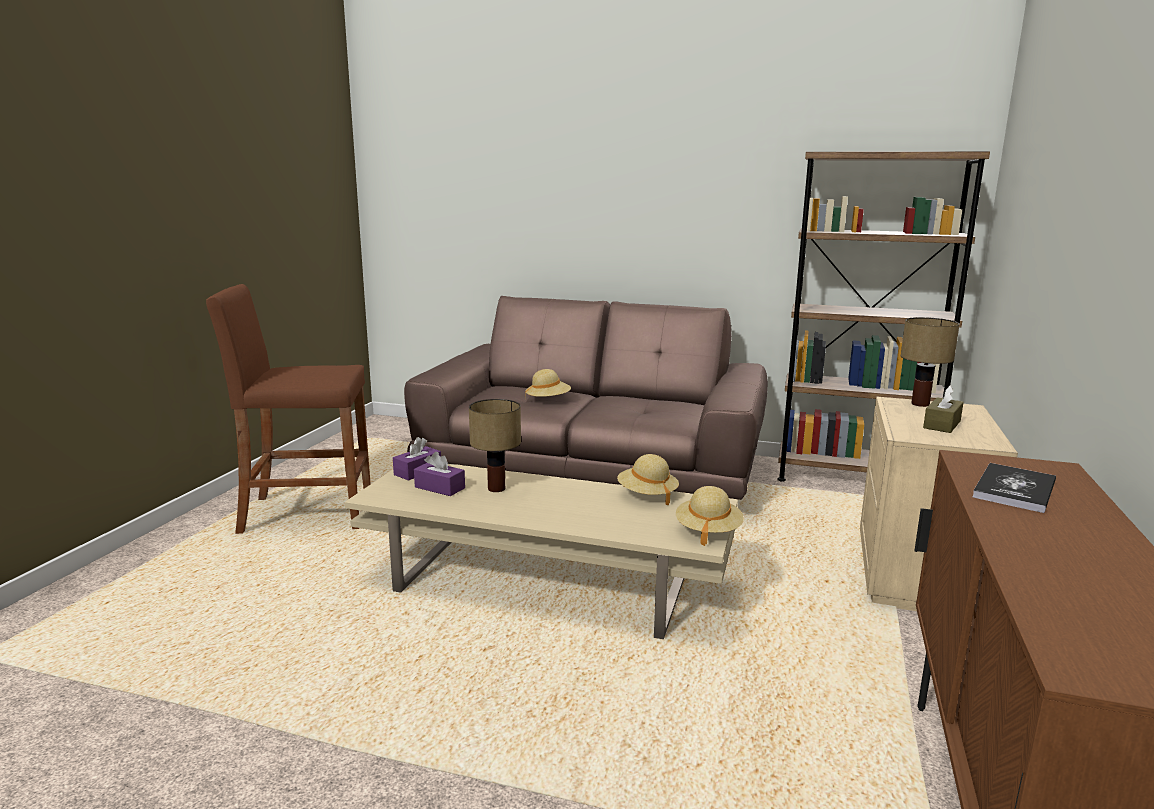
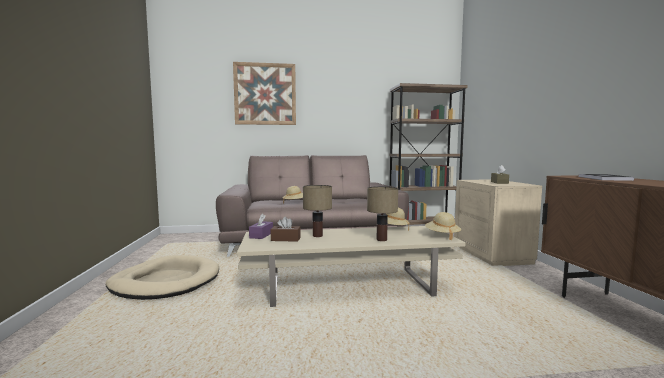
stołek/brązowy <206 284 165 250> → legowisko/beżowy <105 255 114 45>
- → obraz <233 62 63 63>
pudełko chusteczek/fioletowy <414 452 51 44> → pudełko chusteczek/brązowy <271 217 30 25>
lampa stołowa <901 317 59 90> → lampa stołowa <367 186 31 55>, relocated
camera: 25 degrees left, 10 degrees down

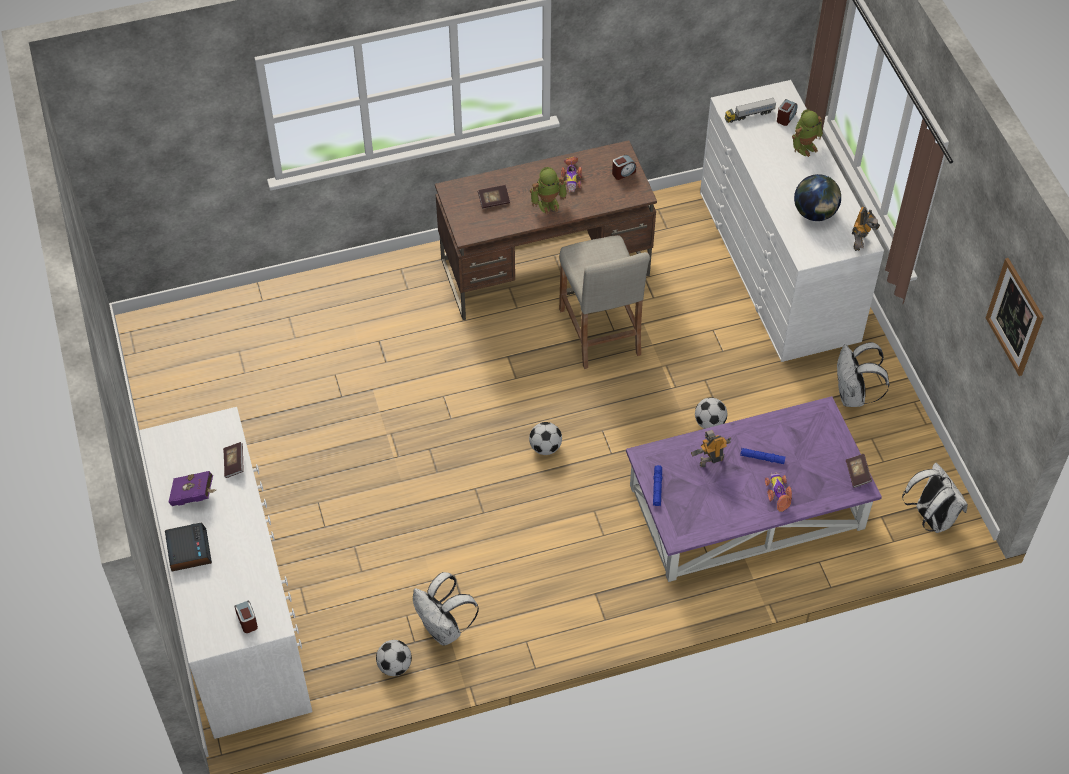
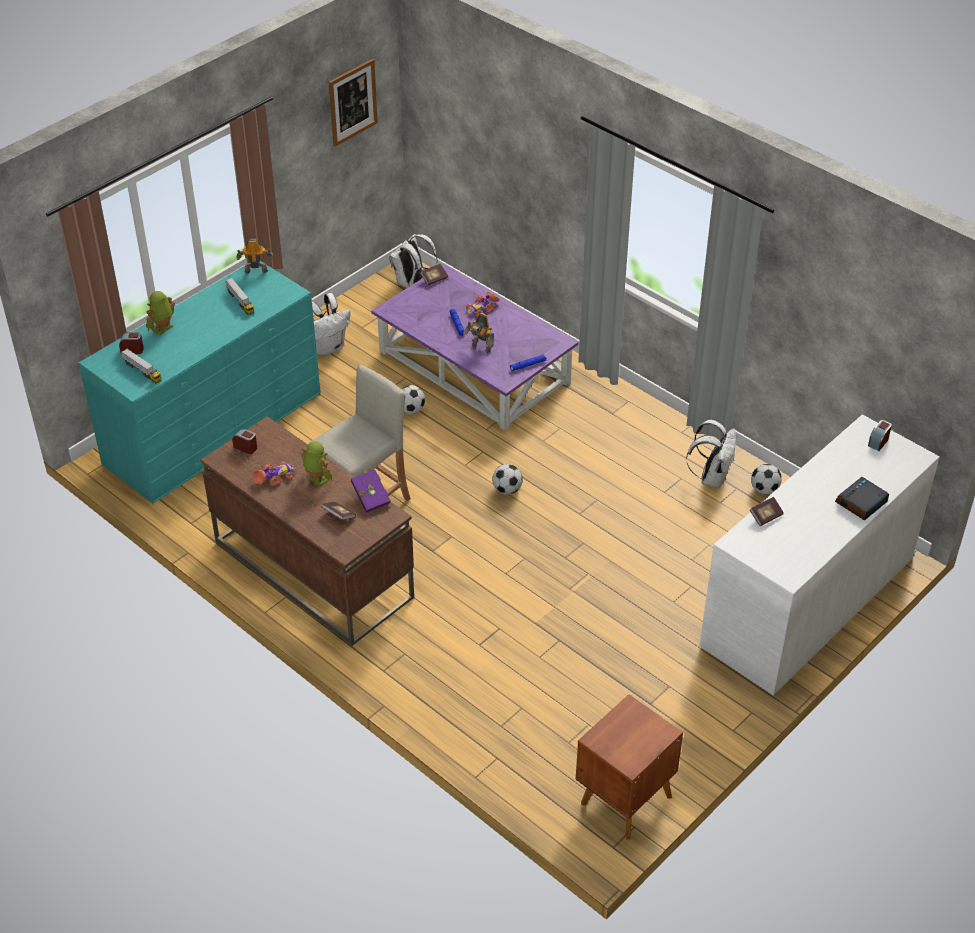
komoda/biały <700 80 184 282> → komoda/turkusowy <79 261 241 243>
robot zabawkowy <792 109 31 48> → robot zabawkowy <146 291 29 44>, 75 degrees counterclockwise
globus <794 174 47 47> → ciężarówka zabawkowa <225 278 29 37>
książka/fioletowy <169 471 47 35> → książka/fioletowy <351 469 40 44>, relocated
- → szafka nocna/brązowy <575 694 108 146>
camera: 120 degrees left, 10 degrees down

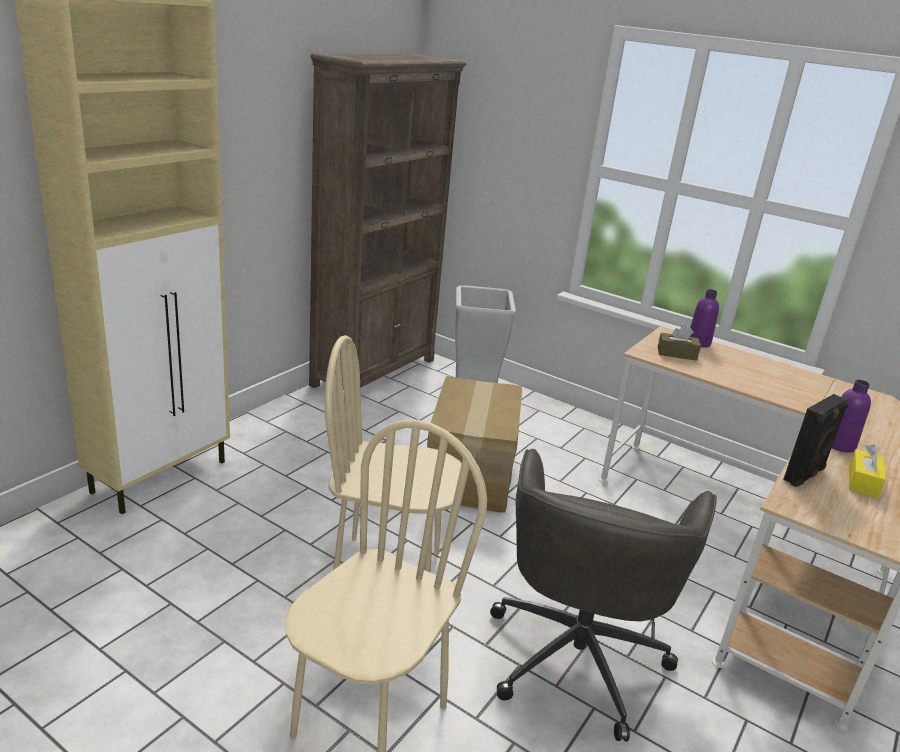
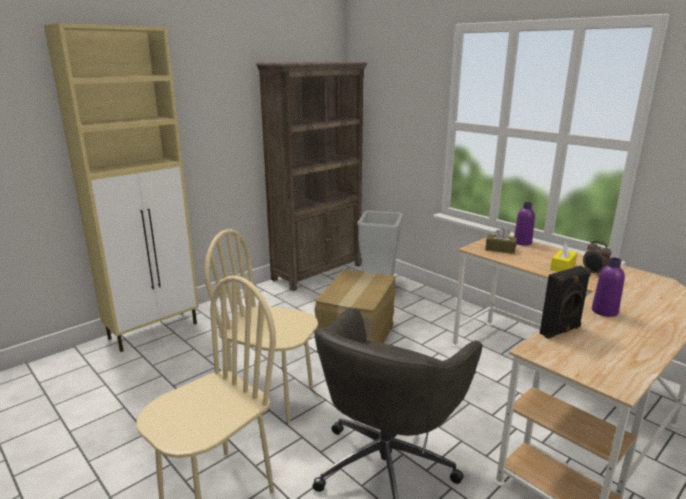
pudełko chusteczek/żółty <849 444 37 54> → pudełko chusteczek/żółty <550 243 27 29>, relocated
- → budzik <583 241 28 36>
camera: 15 degrees right, 5 degrees down

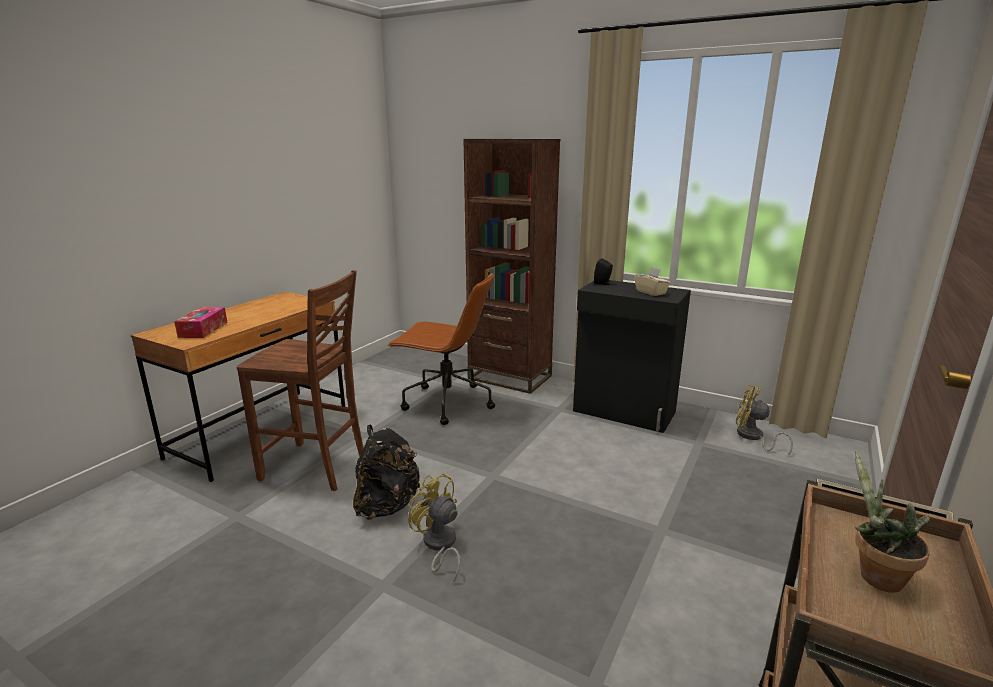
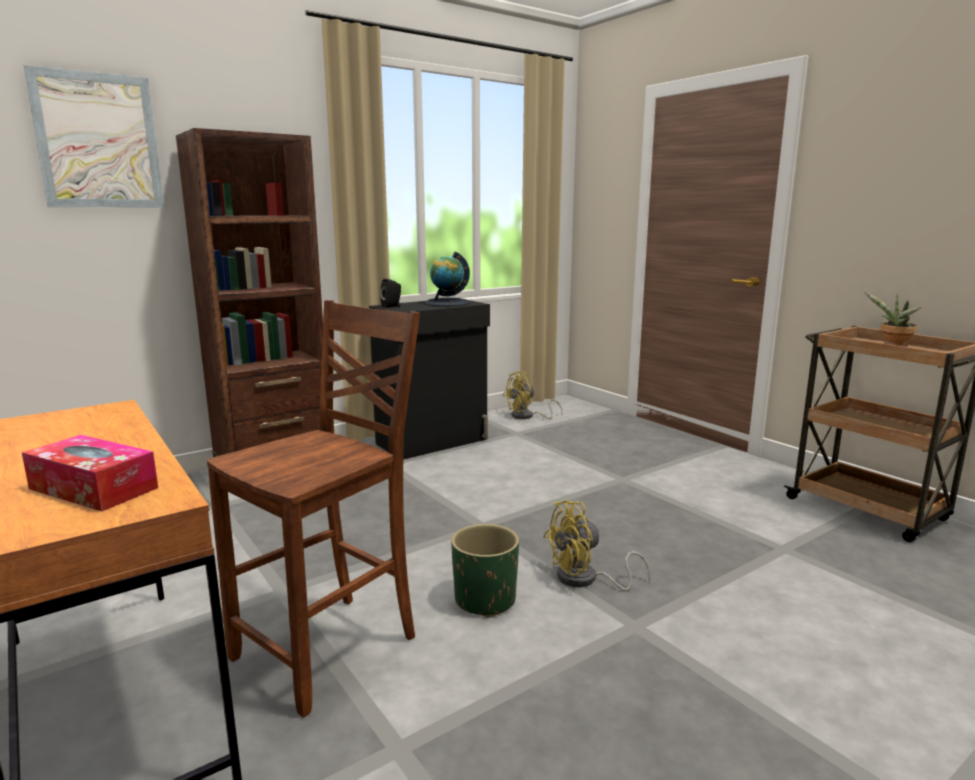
- → obraz <24 65 140 143>
pudełko chusteczek/beżowy <634 267 36 29> → globus <424 252 46 55>
plecak/czarny <353 424 68 96> → donica/zielony <451 524 68 94>
krzesło biurowe/brązowy <388 272 107 153> → -
camera: 65 degrees left, 5 degrees down

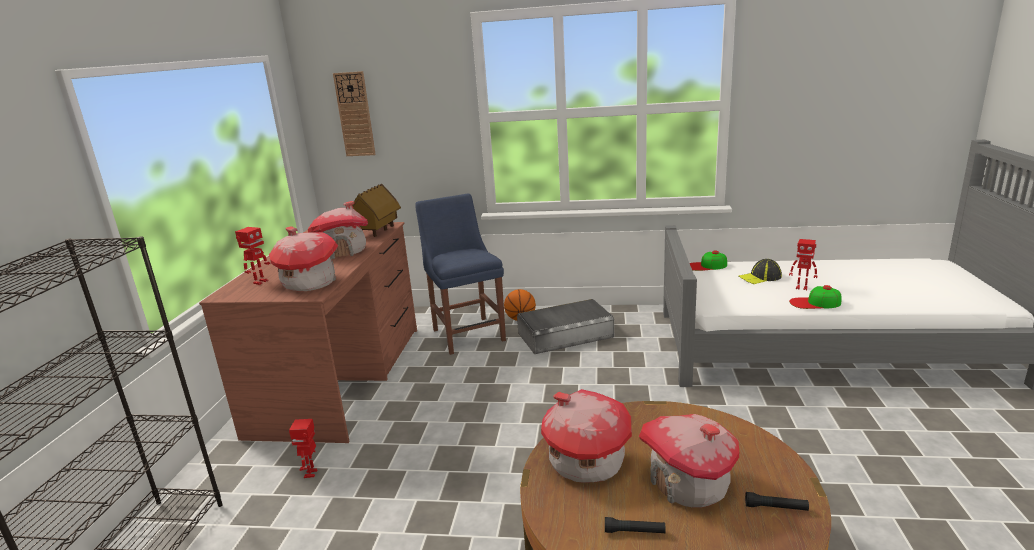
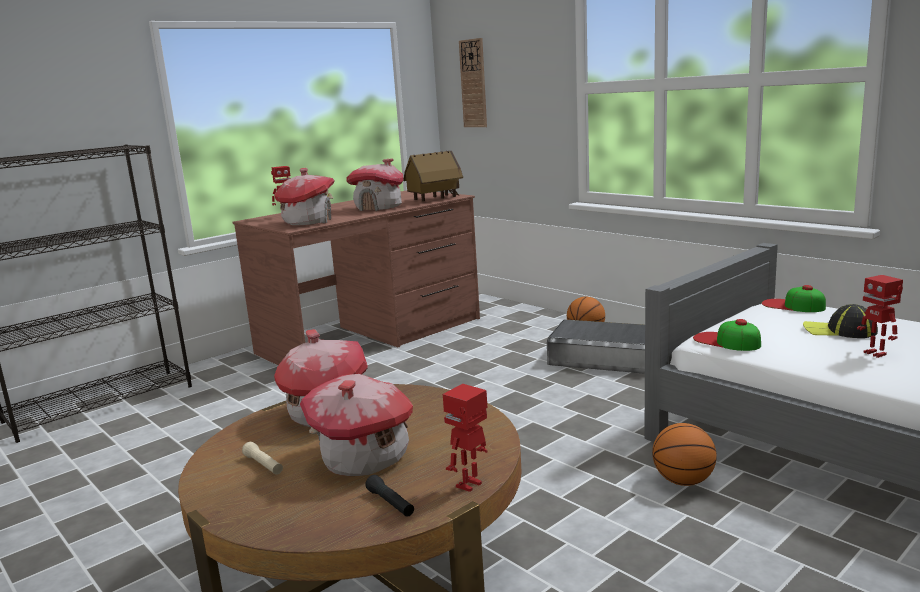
latarka/czarny <605 517 61 17> → latarka/beżowy <242 442 41 33>
robot zabawkowy <289 419 28 59> → robot zabawkowy <443 384 44 108>, relocated
- → piłka do koszykówki <652 423 65 63>
czapka z daszkiem <789 285 52 24> → czapka z daszkiem <693 319 68 32>, relocated
krzesło/niebieski <415 194 91 161> → -
camera: 40 degrees right, 5 degrees down

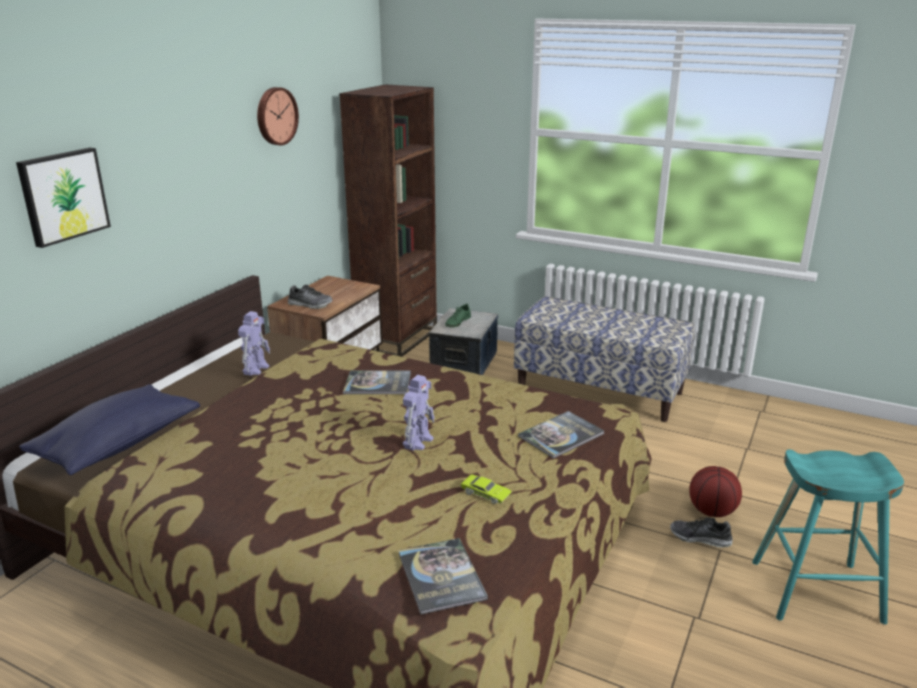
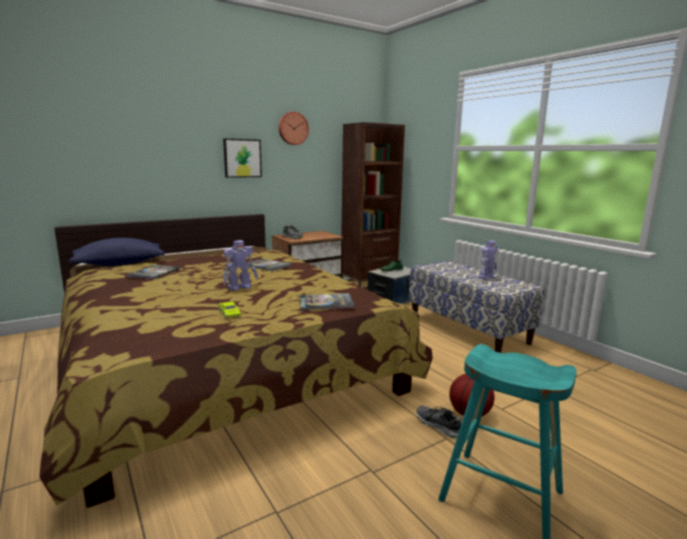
książka <398 538 90 76> → książka <126 265 54 14>, relocated
obraz <16 148 95 100> → obraz <223 139 39 39>, relocated
robot zabawkowy <238 311 32 65> → robot zabawkowy <478 241 20 39>, relocated
camera: 30 degrees right, 10 degrees down

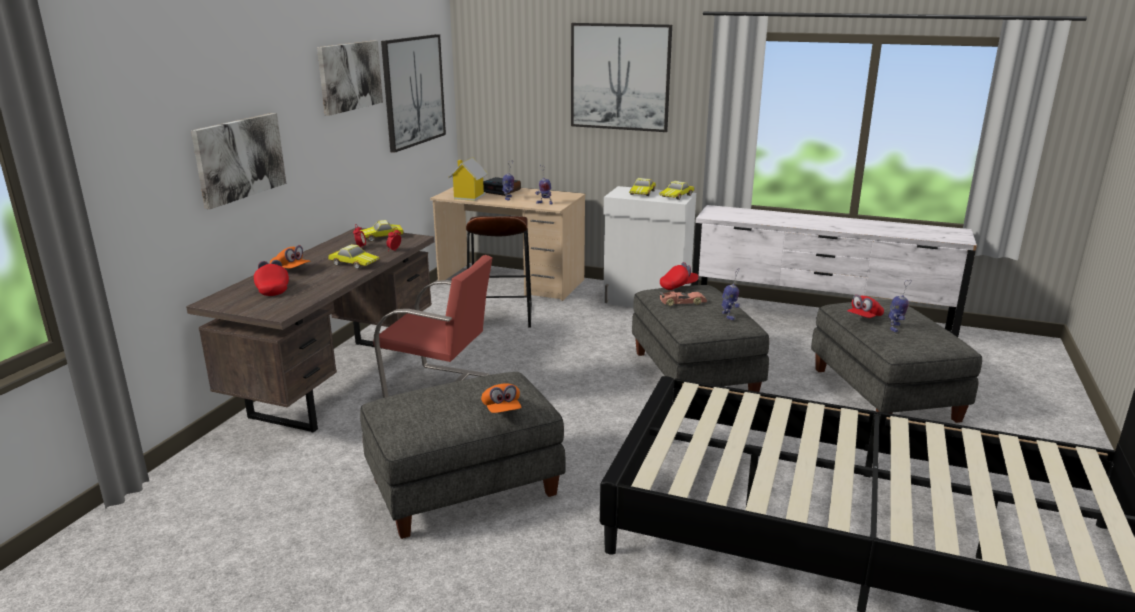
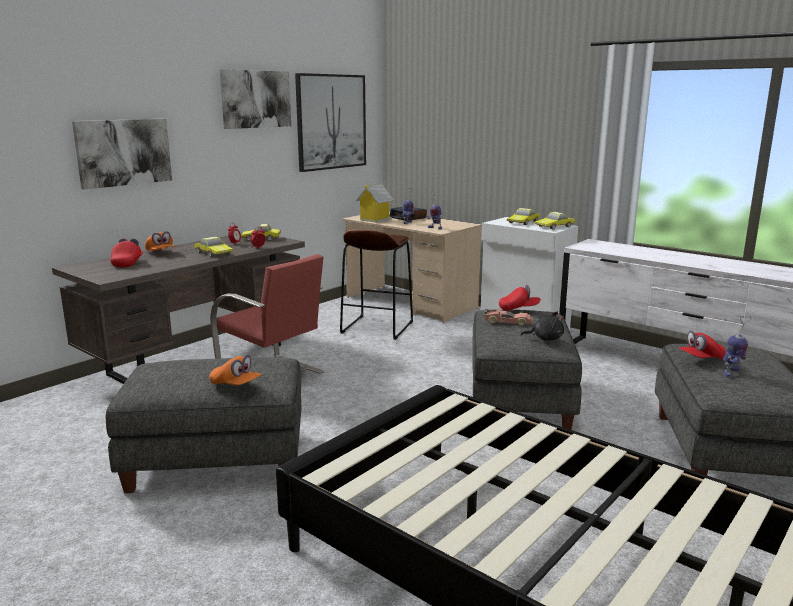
czapka z daszkiem/pomarańczowy <481 383 40 30> → czapka z daszkiem/pomarańczowy <209 355 52 30>, 60 degrees counterclockwise
robot zabawkowy <721 268 19 52> → pluszak/czarny <521 312 43 28>
obraz <571 23 101 109> → -
camera: 20 degrees right, 5 degrees down

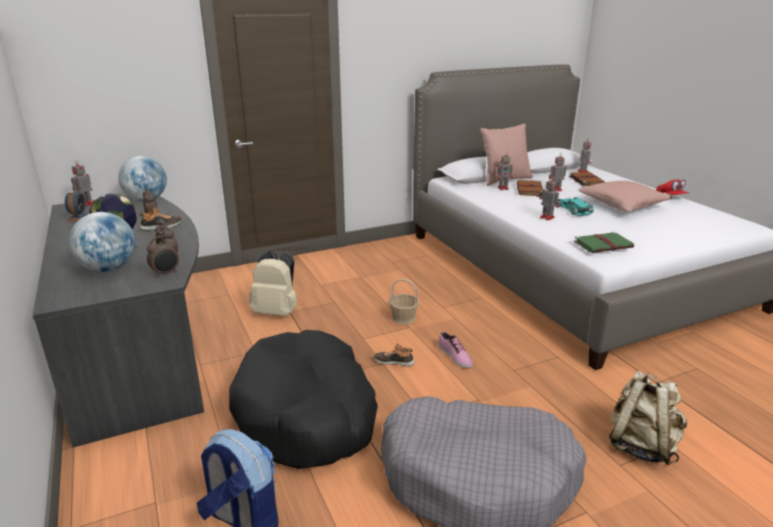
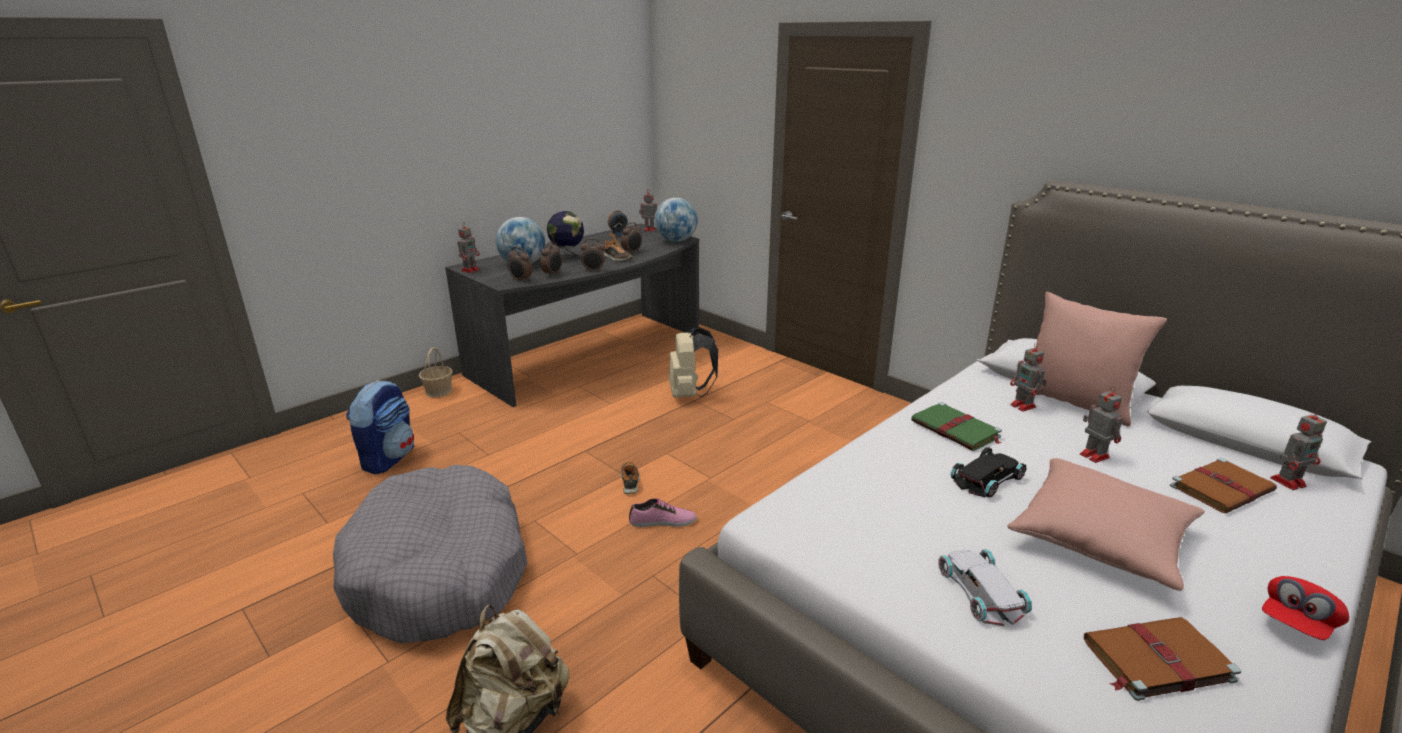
koszyk <389 279 30 45> → koszyk <419 347 34 50>, relocated
robot zabawkowy <539 177 20 43> → robot zabawkowy <458 225 22 48>, relocated
- → budzik <581 239 24 33>
but <438 332 35 36> → but <629 498 68 29>, 135 degrees counterclockwise
książka/zielony <574 232 60 21> → książka/zielony <911 402 91 49>, relocated
- → samochodzik/biały <938 549 94 77>
samochodzik/turkusowy <558 197 36 19> → samochodzik/czarny <950 447 76 50>
książka/brązowy <517 180 26 17> → książka/brązowy <1084 617 157 84>, relocated
legowisko/czarny <229 330 149 139> → -
camera: 70 degrees right, 0 degrees up

